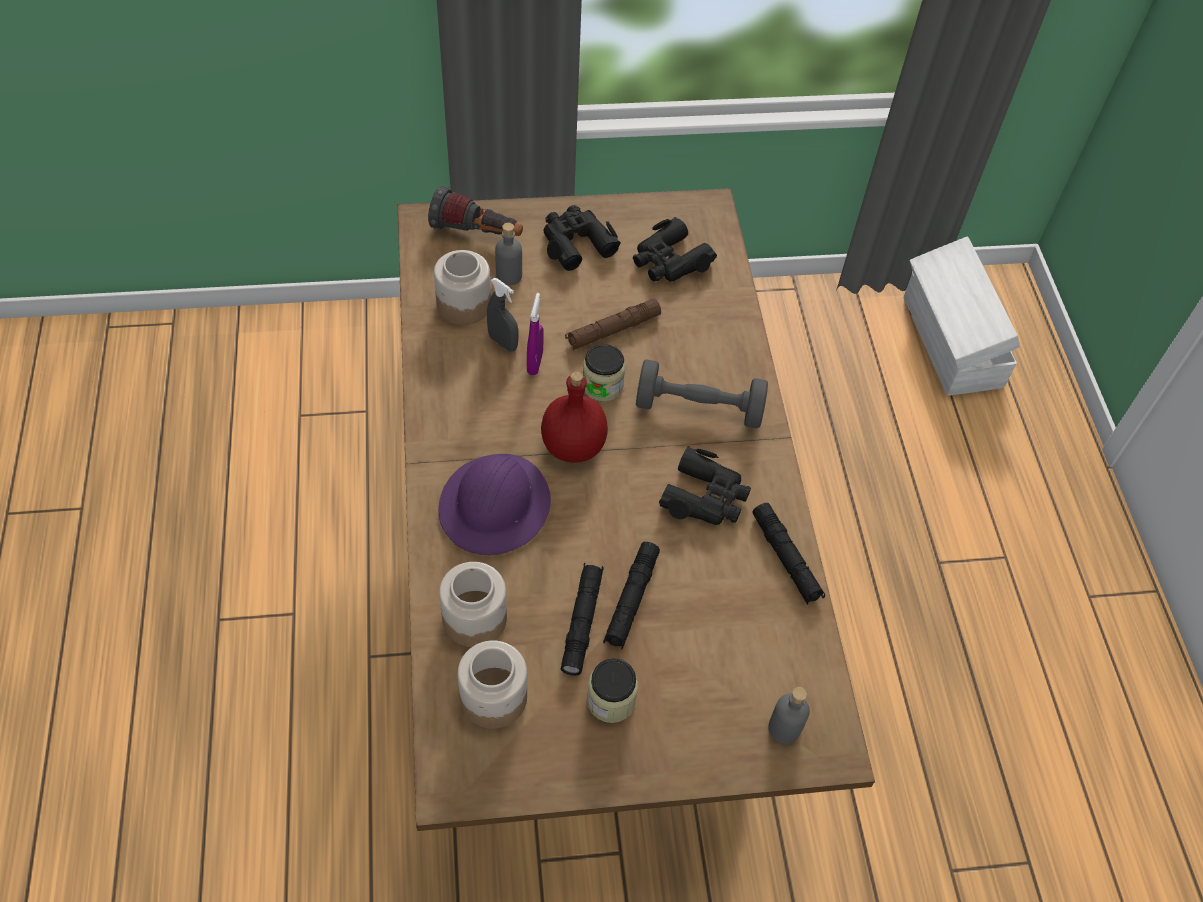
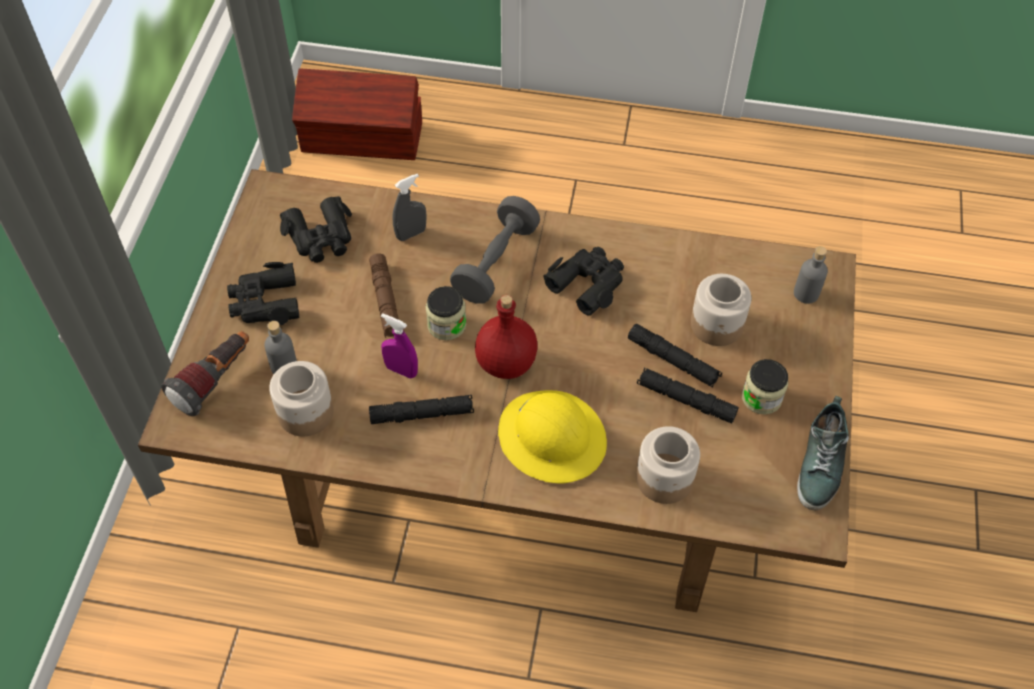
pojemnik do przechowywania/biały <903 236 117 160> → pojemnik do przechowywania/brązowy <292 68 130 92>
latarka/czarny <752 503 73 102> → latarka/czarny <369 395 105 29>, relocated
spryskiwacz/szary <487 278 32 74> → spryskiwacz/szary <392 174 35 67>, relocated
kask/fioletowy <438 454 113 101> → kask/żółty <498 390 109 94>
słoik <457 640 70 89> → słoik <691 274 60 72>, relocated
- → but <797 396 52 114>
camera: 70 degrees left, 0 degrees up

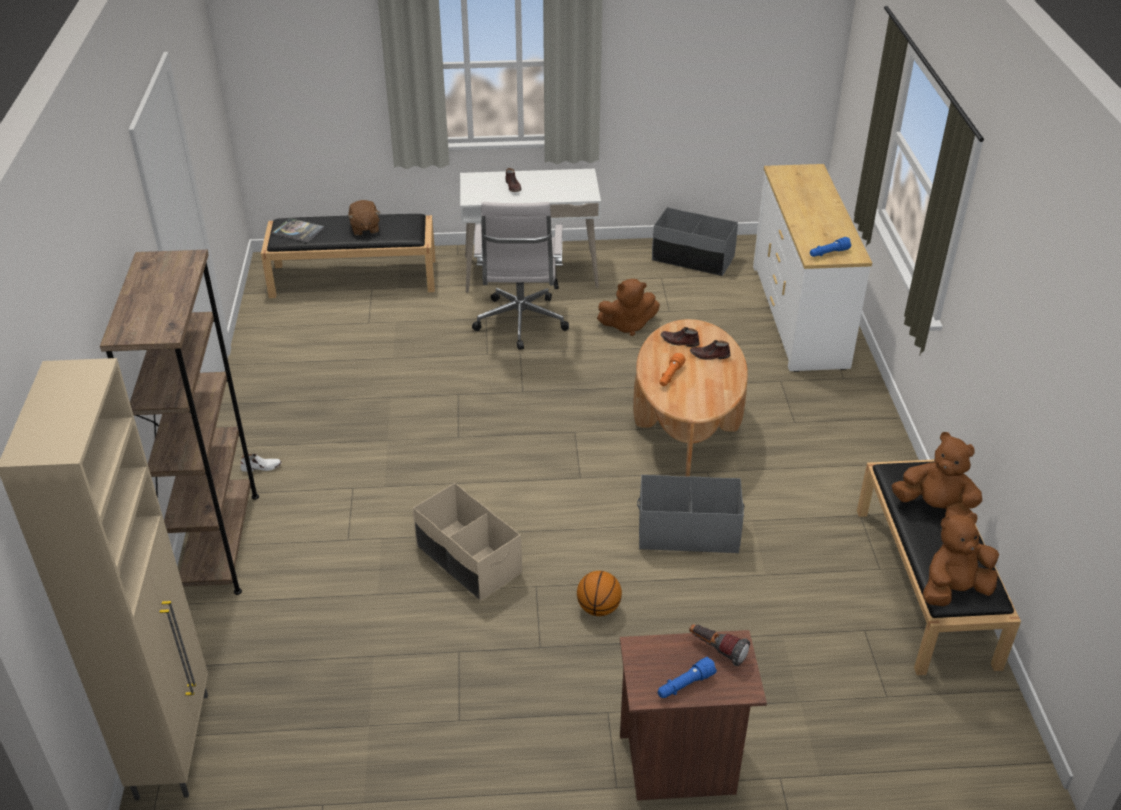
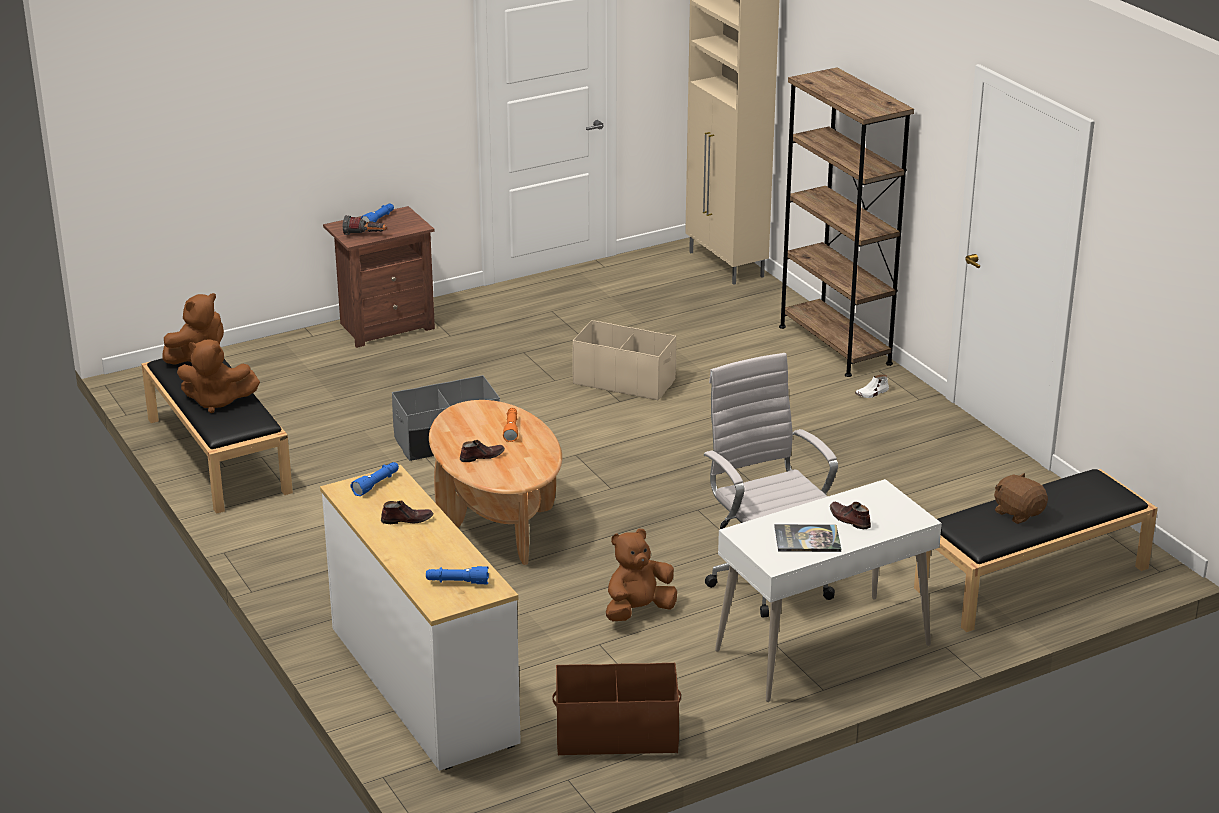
but/brązowy <661 327 39 20> → but/brązowy <381 501 53 23>, relocated
- → latarka/niebieski <426 566 63 18>
pojemnik do przechowywania/szary <652 207 86 69> → pojemnik do przechowywania/brązowy <552 663 129 93>
książka <272 218 52 24> → książka <774 524 67 28>, relocated
piłka do koszykówki <577 571 45 45> → -
camera: 155 degrees right, 10 degrees down

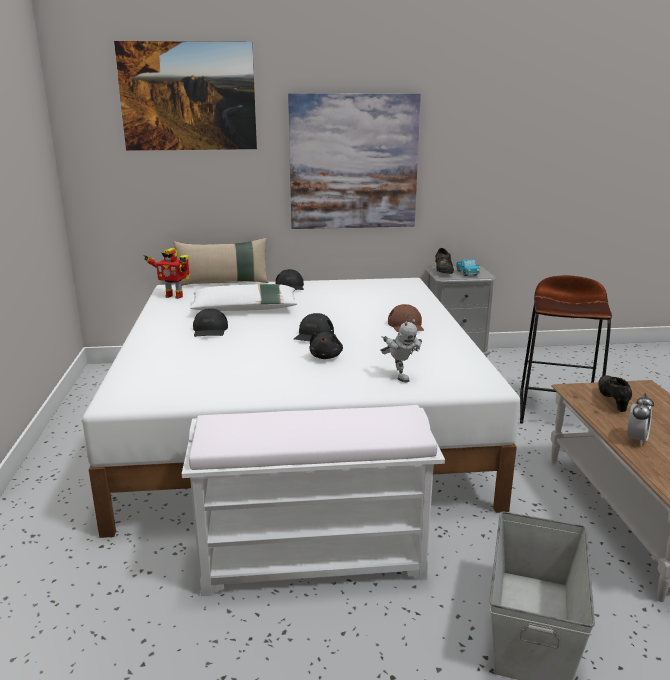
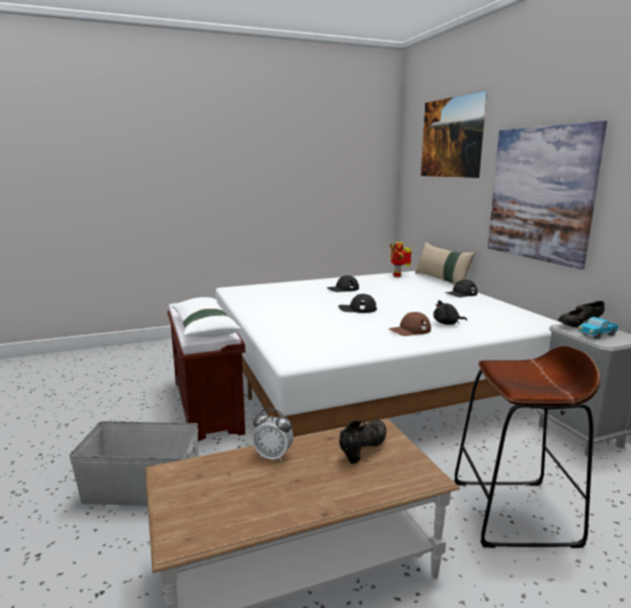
ławka/biały <182 405 263 191> → ławka/brązowy <167 303 79 138>
poduszka/biały <190 284 107 27> → poduszka/biały <171 297 70 40>, relocated
but/czarny <598 375 34 37> → but/czarny <339 419 48 45>, 45 degrees counterclockwise
pluszak/czarny <310 332 33 27> → pluszak/czarny <433 300 34 25>, relocated
robot zabawkowy <381 319 41 63> → -
camera: 75 degrees right, 5 degrees down

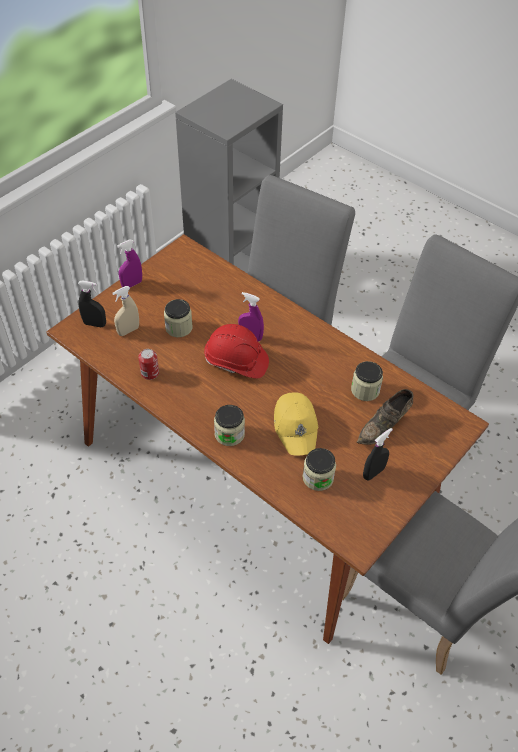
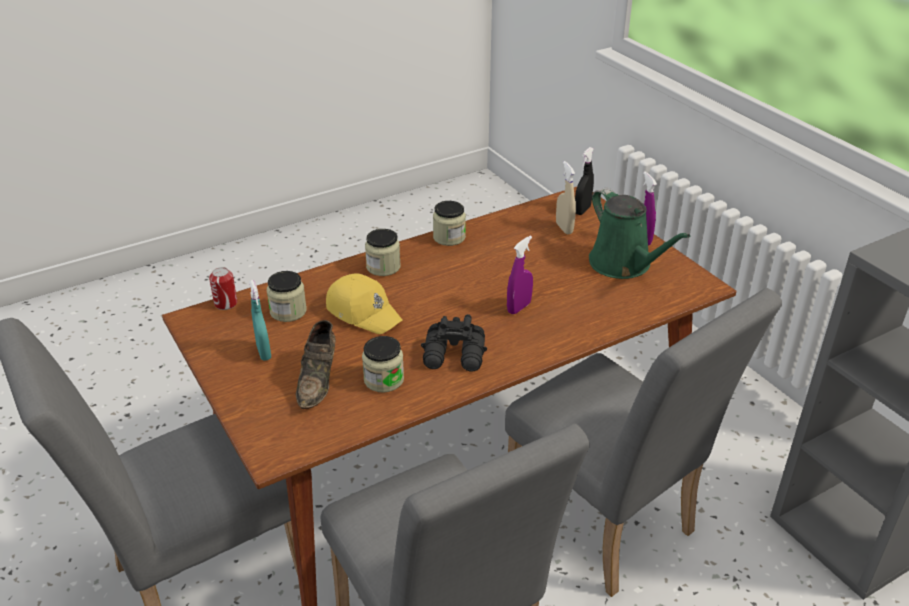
puszka <138 349 21 31> → puszka <209 267 28 43>, relocated
spryskiwacz/czarny <363 428 30 52> → spryskiwacz/turkusowy <249 280 22 81>
but/brązowy <357 389 57 56> → but/brązowy <296 320 40 89>, 150 degrees counterclockwise
czapka z daszkiem/żółty <274 392 44 64> → czapka z daszkiem/żółty <326 274 77 60>, 150 degrees counterclockwise
- → lornetka/czarny <421 314 66 58>
słoik <164 299 28 38> → słoik <433 201 33 45>, relocated
- → konewka/zielony <589 188 102 91>
kask/czerwony <204 324 65 55> → -
camera: 110 degrees right, 15 degrees down

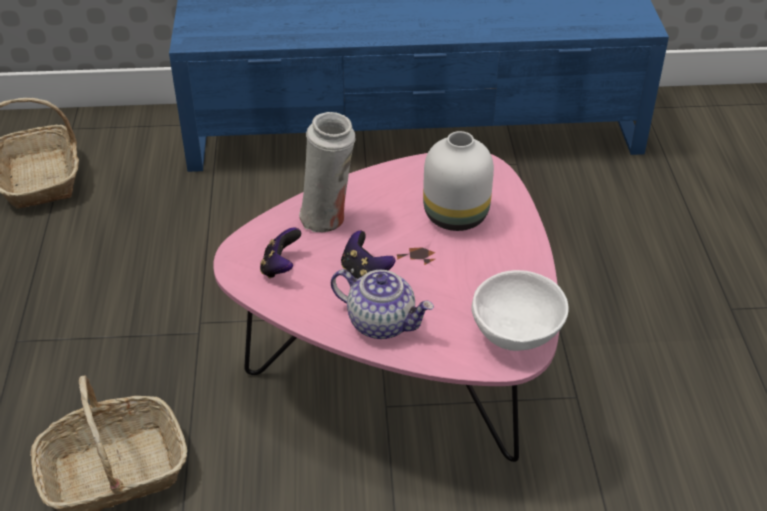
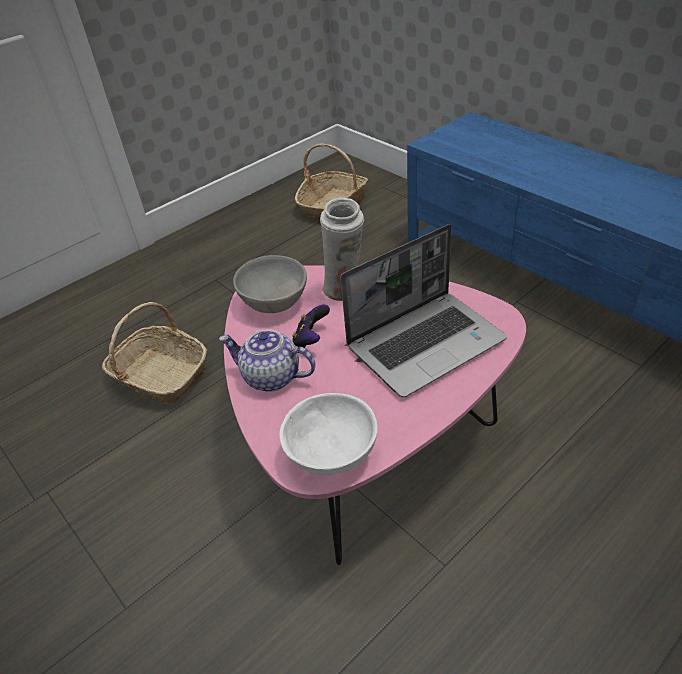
imbryk <331 269 103 70> → imbryk <219 329 96 63>, 120 degrees clockwise
pad do gier <260 227 41 52> → miska/szary <233 255 74 58>
wazon/biały <423 131 71 100> → laptop <340 224 167 174>
camera: 55 degrees right, 0 degrees up

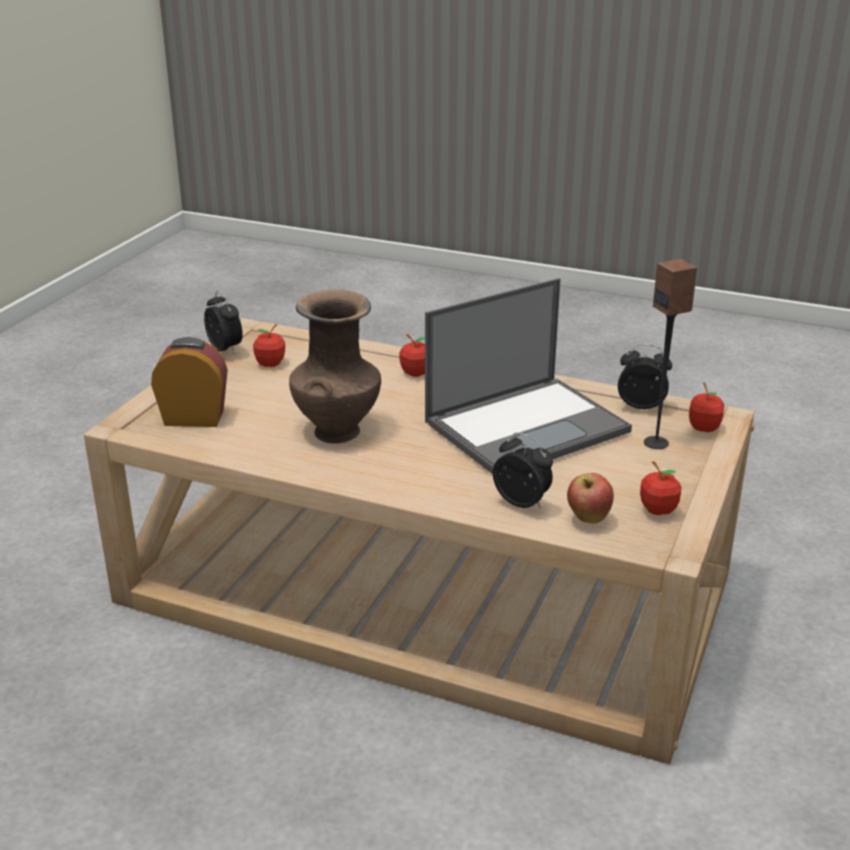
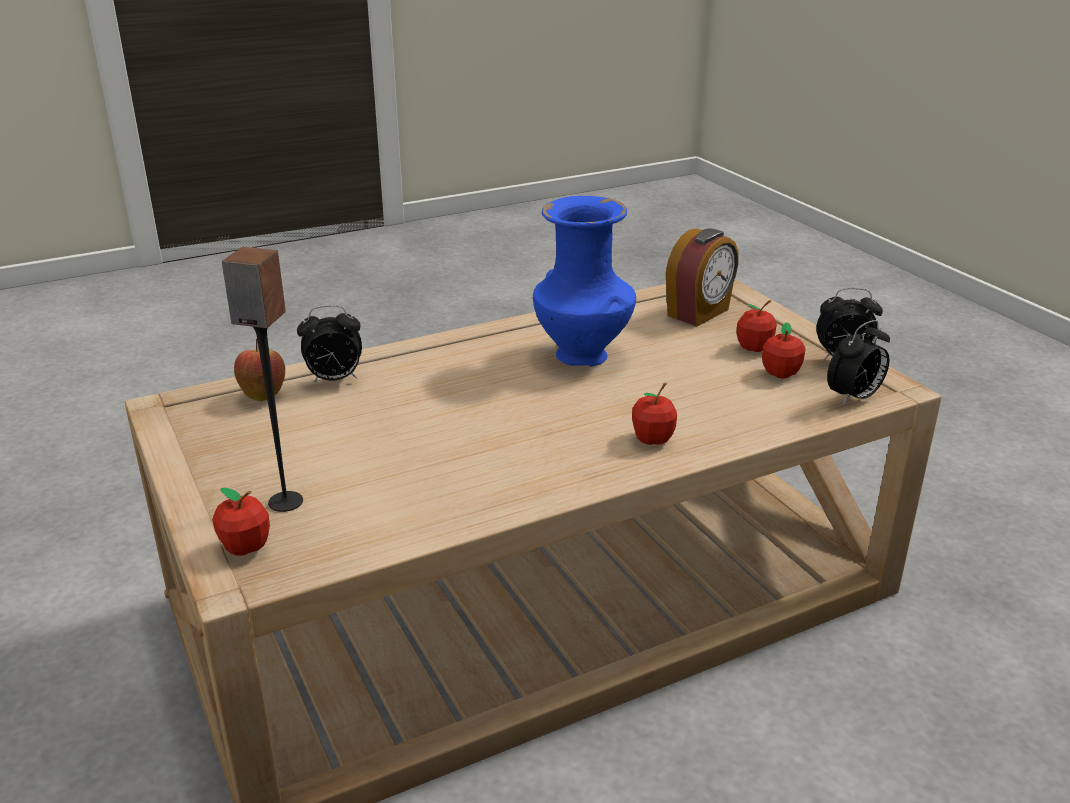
wazon/brązowy <289 289 92 155> → wazon/niebieski <533 196 103 171>
jabłko <640 461 42 54> → jabłko <737 300 40 52>, relocated
budzik <618 344 54 65> → budzik <827 320 63 86>, relocated
laptop <425 278 207 196> → -
camera: 130 degrees right, 0 degrees up

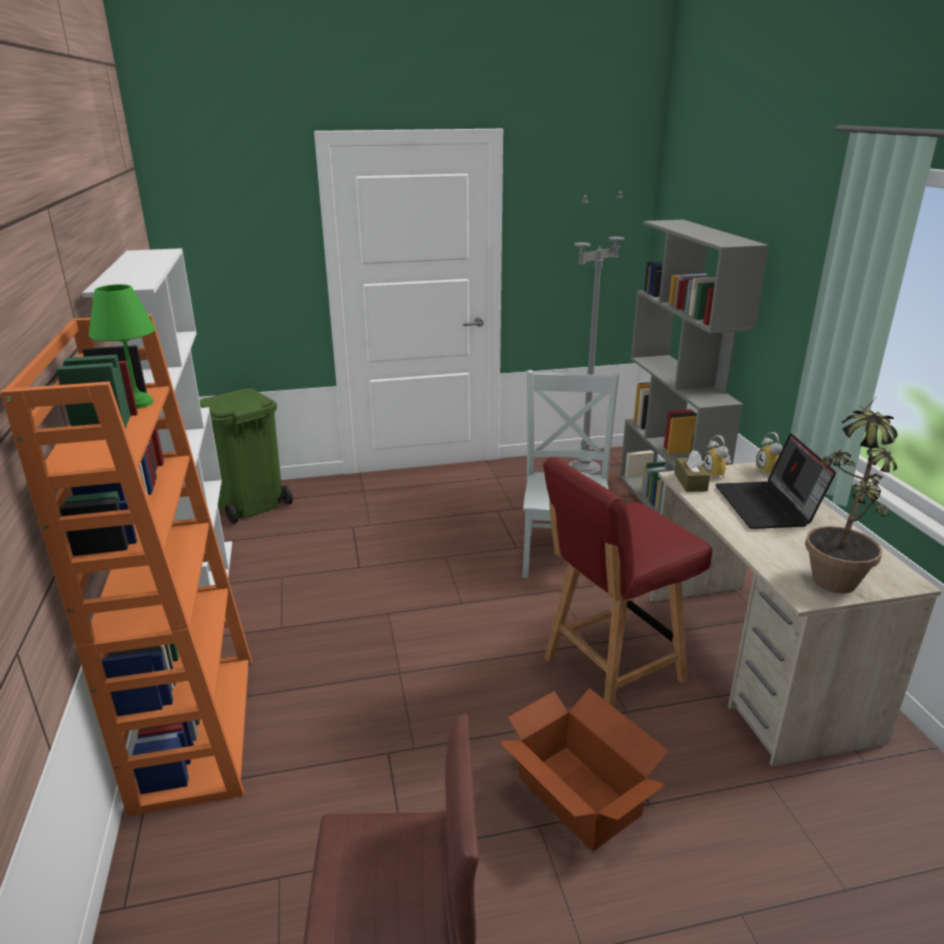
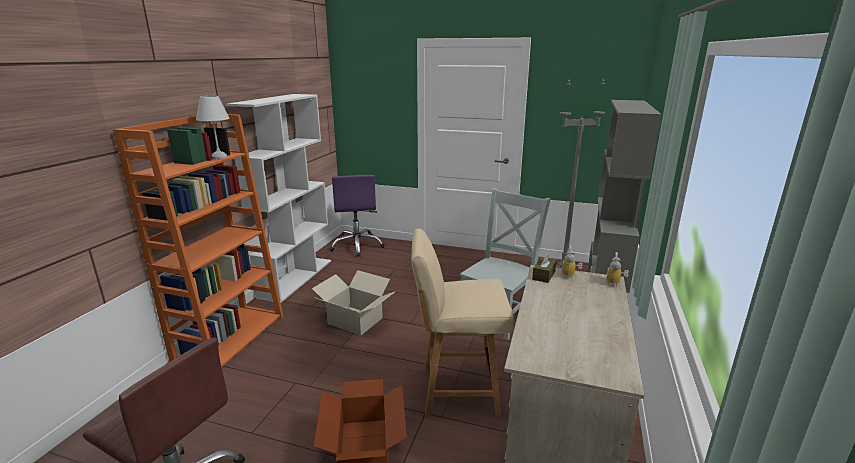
lampa stołowa/zielony <89 284 66 124> → lampa stołowa/biały <196 96 34 63>
- → karton <312 270 83 66>
kosz na śmieci/zielony <200 388 93 136> → krzesło biurowe/fioletowy <329 175 56 82>
krzesło/czerwony <543 457 169 250> → krzesło/beżowy <411 229 103 187>
laptop <715 433 121 96> → -
roślina doniczkowa <805 398 93 196> → -
camera: 30 degrees right, 5 degrees down

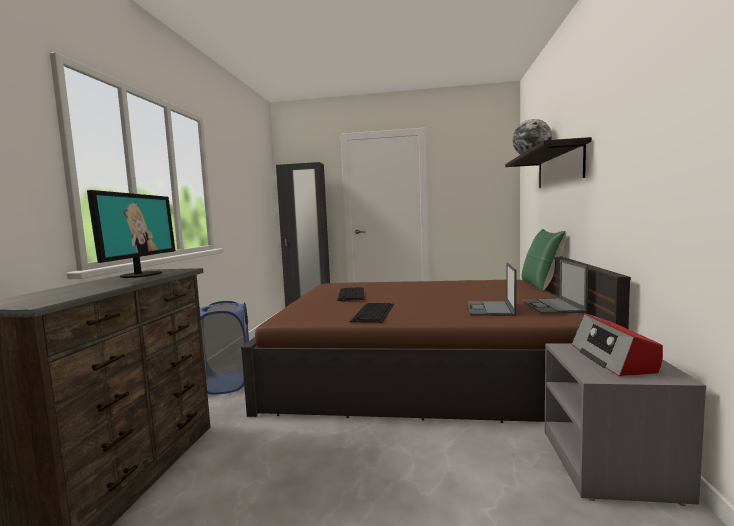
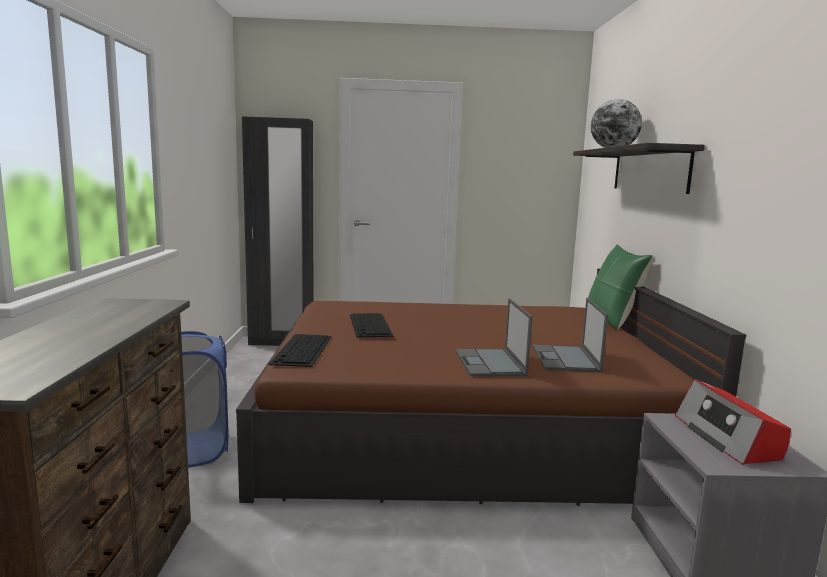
klawiatura <350 303 44 20> → klawiatura <268 334 64 33>, relocated
laptop <521 260 67 54> → laptop <456 298 77 78>, relocated
monitor <87 190 88 88> → -
camera: 10 degrees left, 5 degrees up

